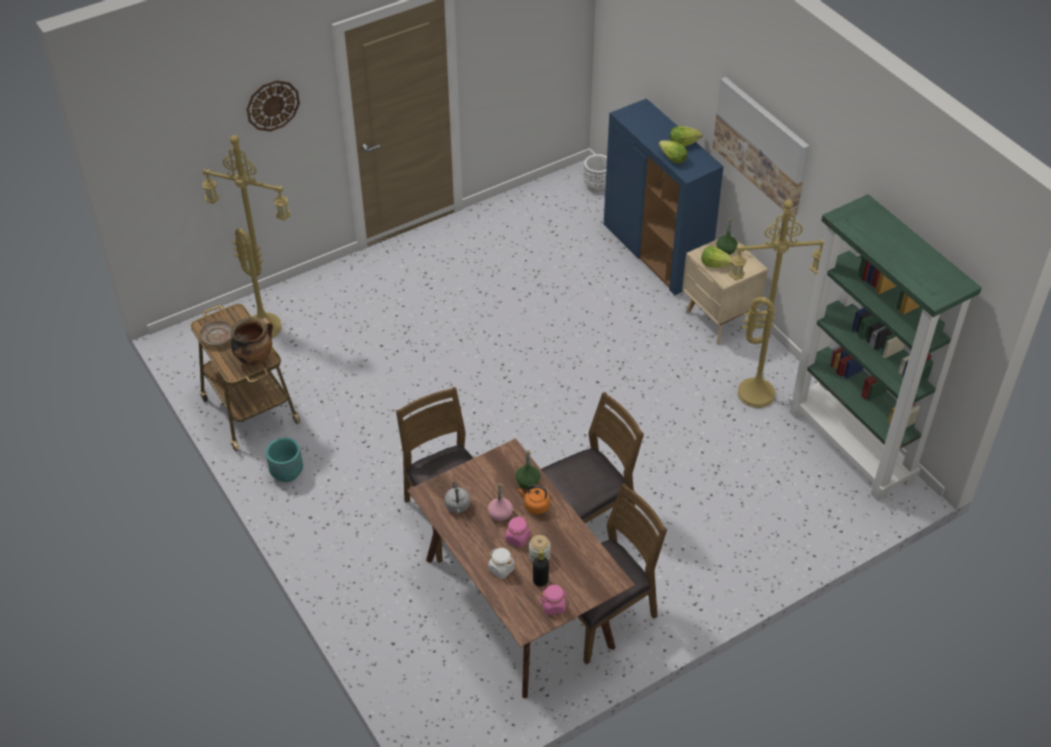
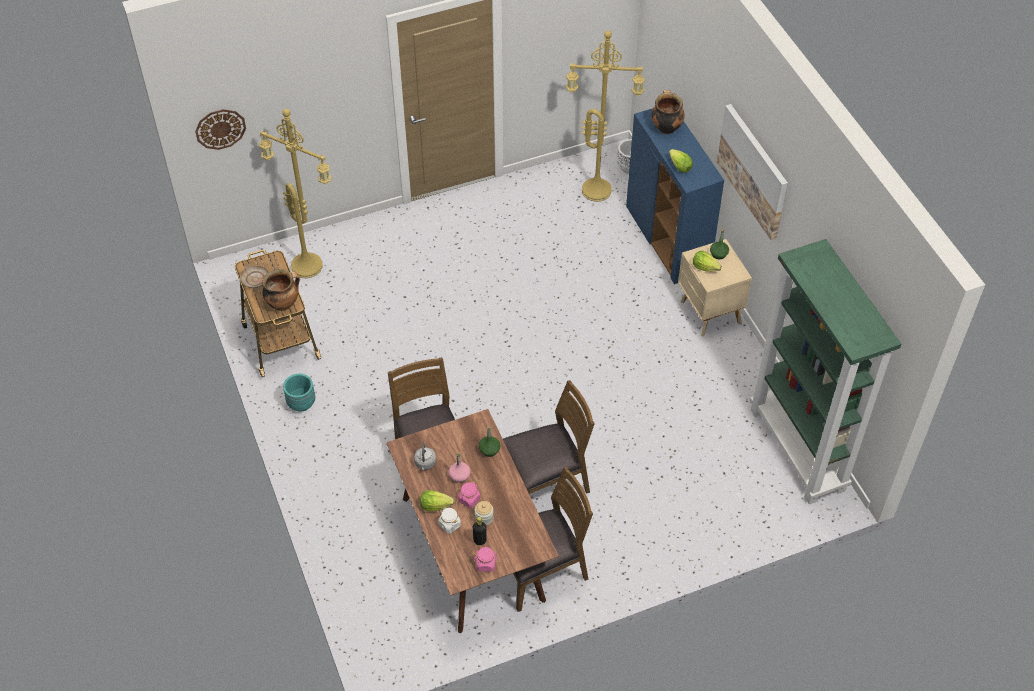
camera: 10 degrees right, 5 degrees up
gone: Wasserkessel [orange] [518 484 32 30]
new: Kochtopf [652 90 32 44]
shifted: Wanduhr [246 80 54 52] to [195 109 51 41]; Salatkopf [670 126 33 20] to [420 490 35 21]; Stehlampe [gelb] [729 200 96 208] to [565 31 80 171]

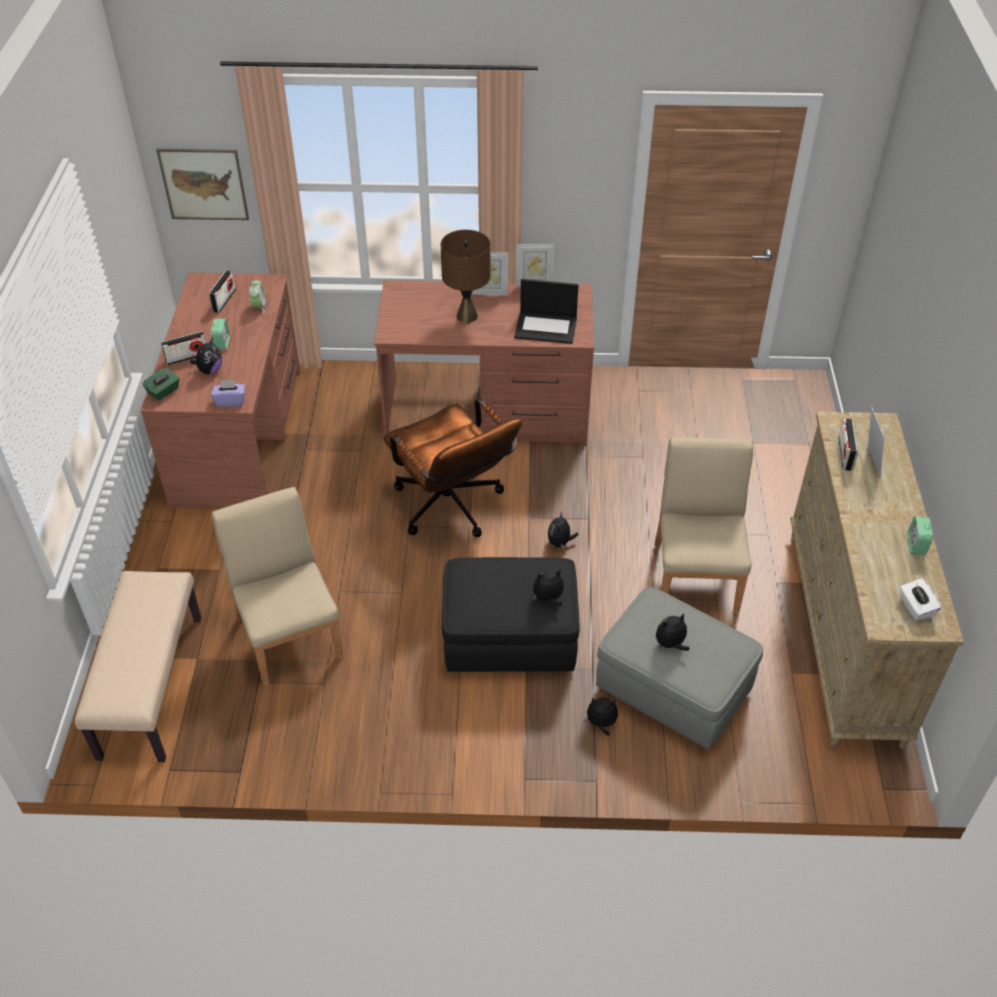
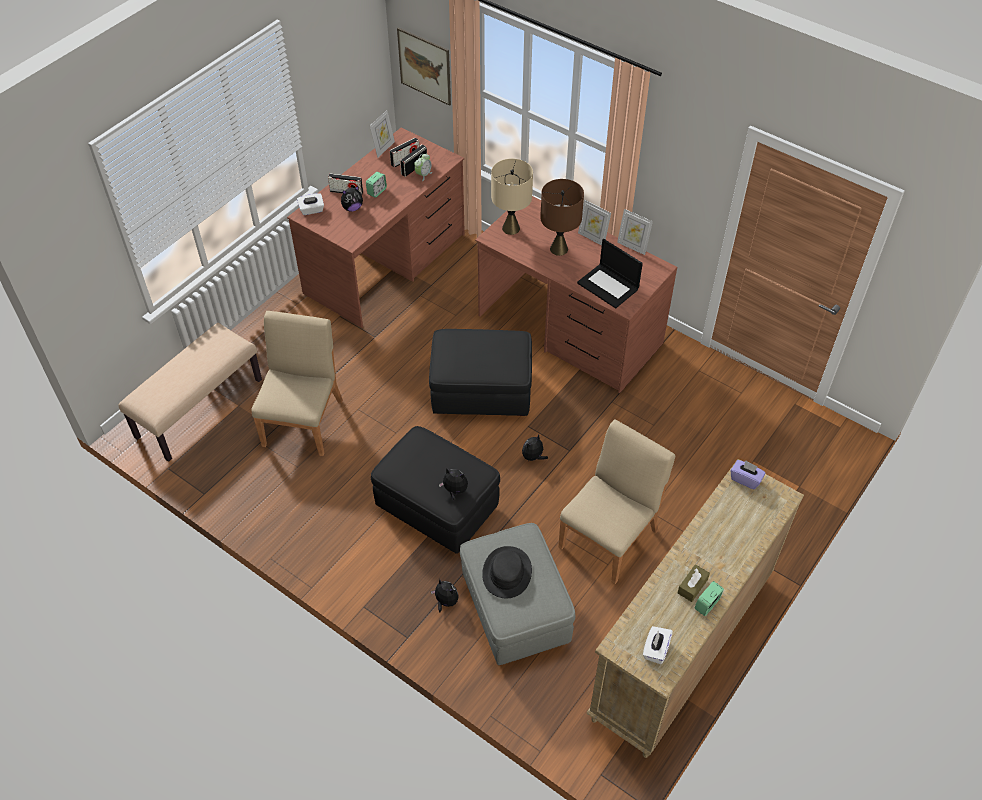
camera: 35 degrees right, 5 degrees up
new: Tischlampe [beige] [491 159 42 76]; Taschentuchbox [braun] [677 564 33 38]
shifted: Bilderrahmen [868 407 16 70] to [370 110 25 47]; Radio [838 418 20 53] to [400 144 27 33]; Taschentuchbox [lila] [211 380 34 27] to [730 460 36 30]
swapped: Bürostuhl [braun] [383 398 139 139] to Polsterhocker [schwarz] [429 329 103 87]; Plüschtier [656 613 34 38] to Hut [schwarz] [482 546 50 52]
repainted: Taschentuchbox [grün] [142 368 38 33] to Taschentuchbox [weiß] [297 193 27 22]

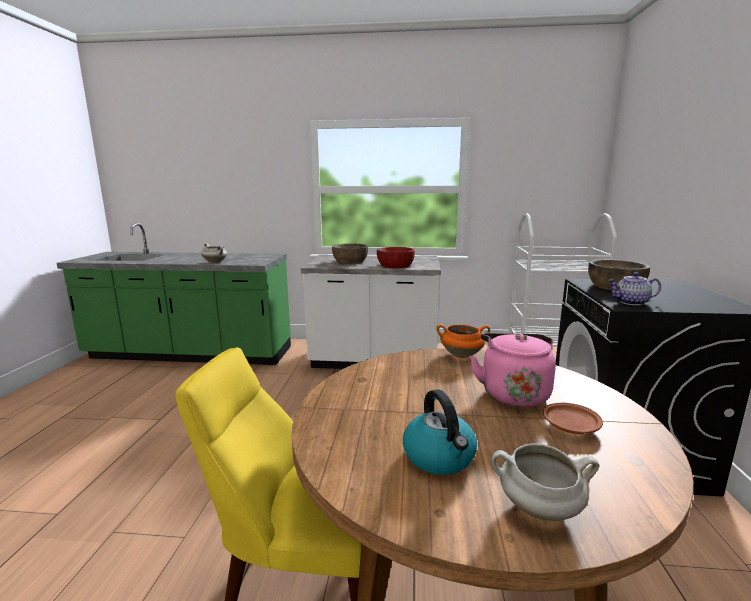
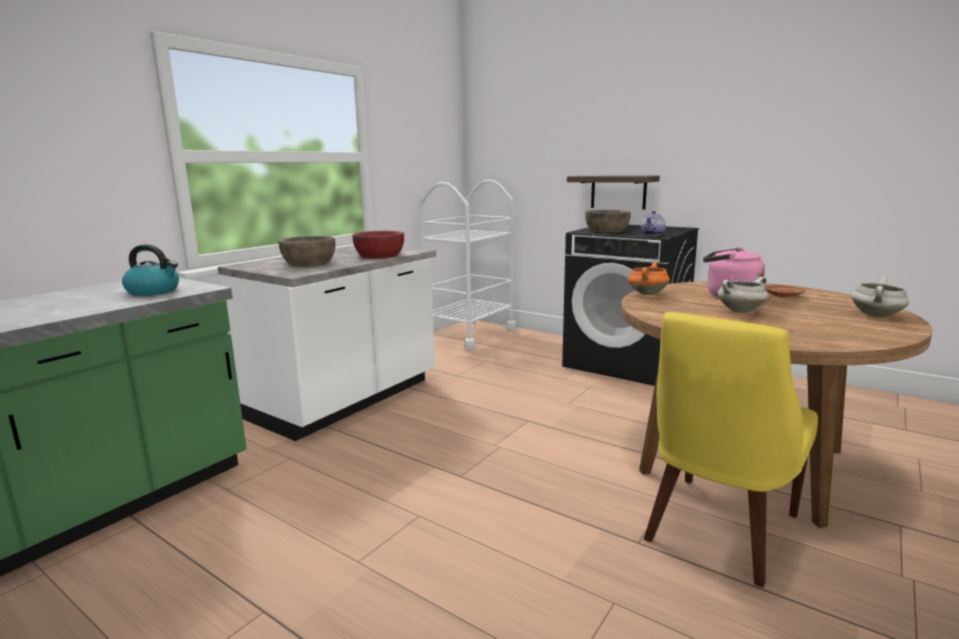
camera: 60 degrees left, 0 degrees up
new: Wandregal [567 176 93 33]
shifted: Wasserkessel [403 390 74 85] to [122 244 57 52]; Kochtopf [weiß] [201 243 26 20] to [718 277 50 36]

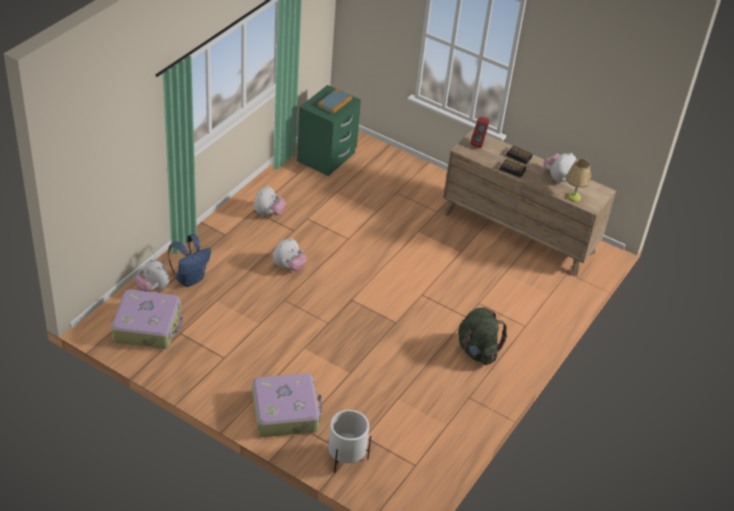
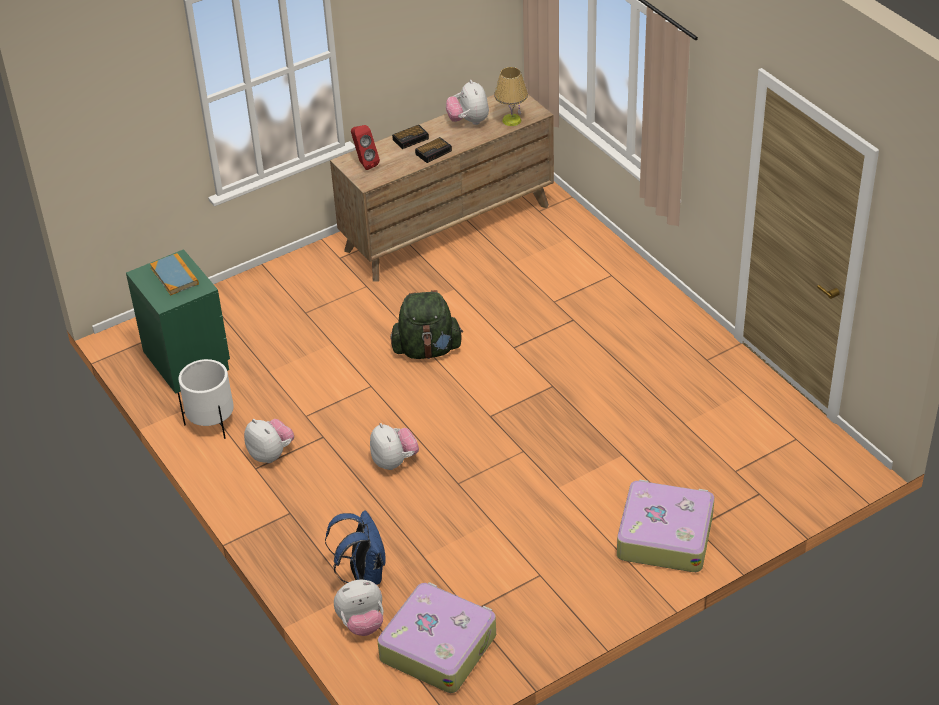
camera: 60 degrees left, 0 degrees up
shifted: Pflanzkübel [weiß] [328 410 43 62] to [178 359 56 80]; Rucksack [grün] [458 307 50 58] to [390 290 73 69]

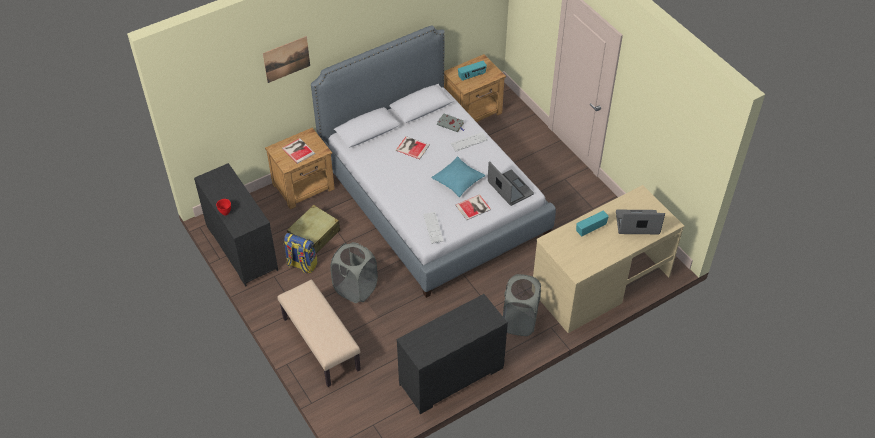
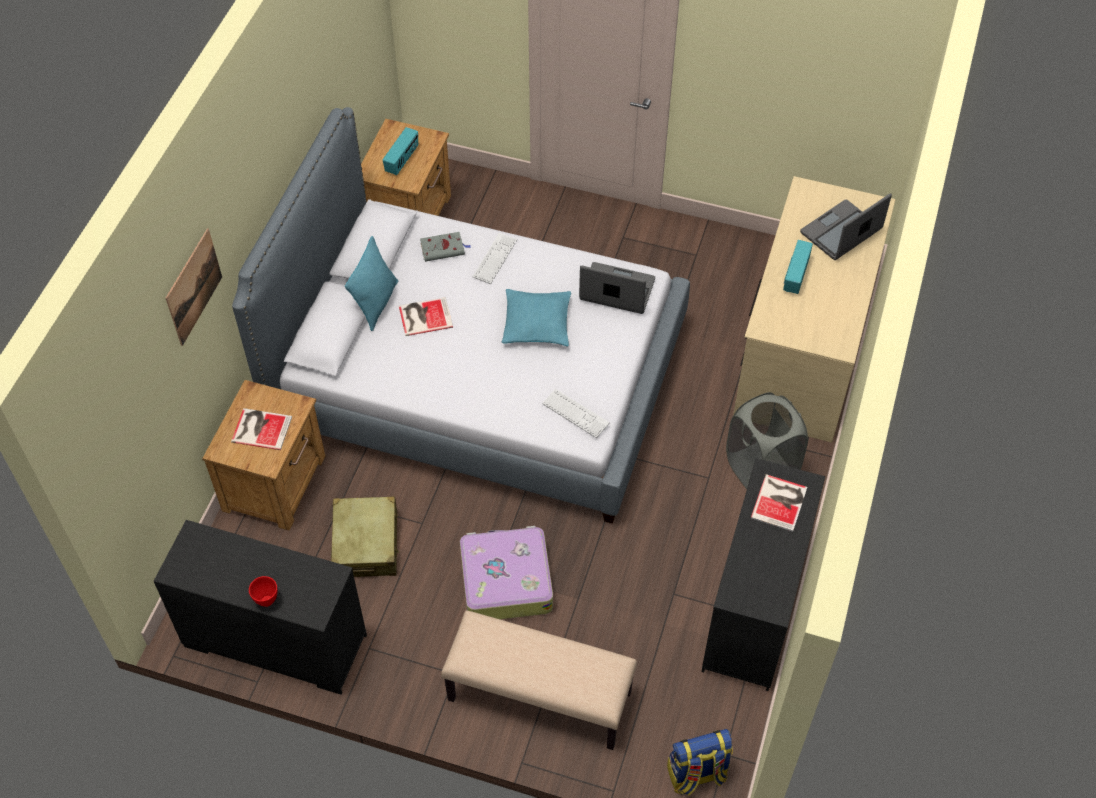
camera: 40 degrees left, 5 degrees up
new: Kissen [türkis] [345 236 53 95]
shifted: Rucksack [284 233 34 40] to [667 729 66 67]; Buch [455 194 36 26] to [751 474 56 58]
swapped: Wäschekorb [grau] [330 242 48 61] to Koffer [460 526 93 93]

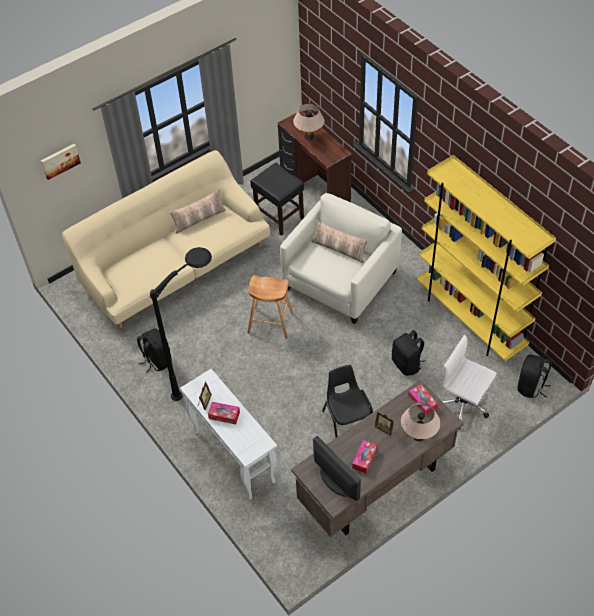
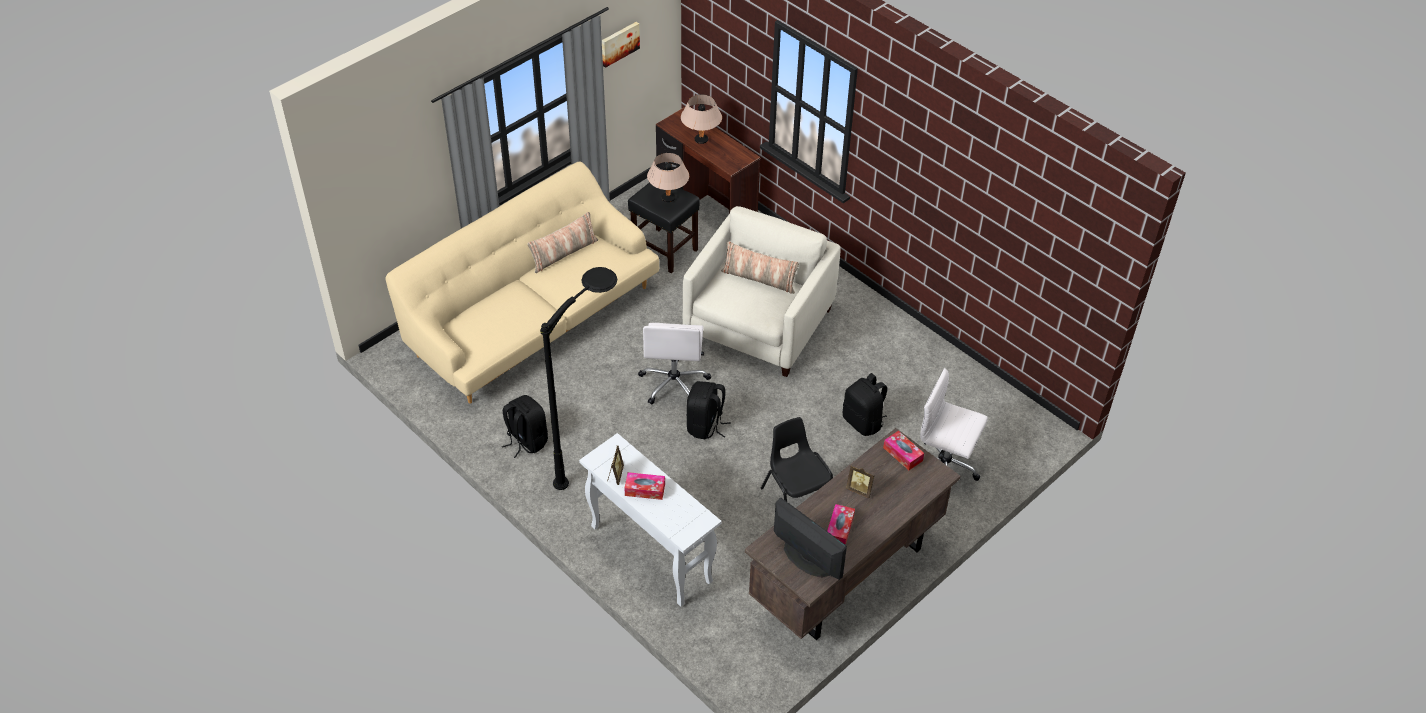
camera: 10 degrees left, 5 degrees down
gone: Bücherregal [gelb] [416 155 140 206]
shifted: Bild [41 144 40 36] to [602 22 38 46]; Tischlampe [beige] [401 402 39 39] to [647 153 42 49]; Rucksack [schwarz] [518 354 34 44] to [686 381 45 58]
swapped: Hocker [braun] [248 275 46 64] to Bürostuhl [weiß] [638 323 73 82]

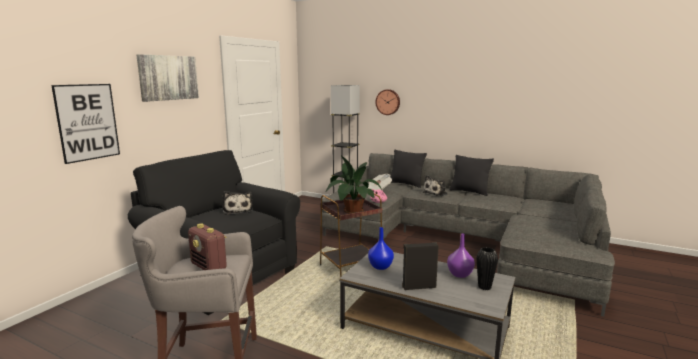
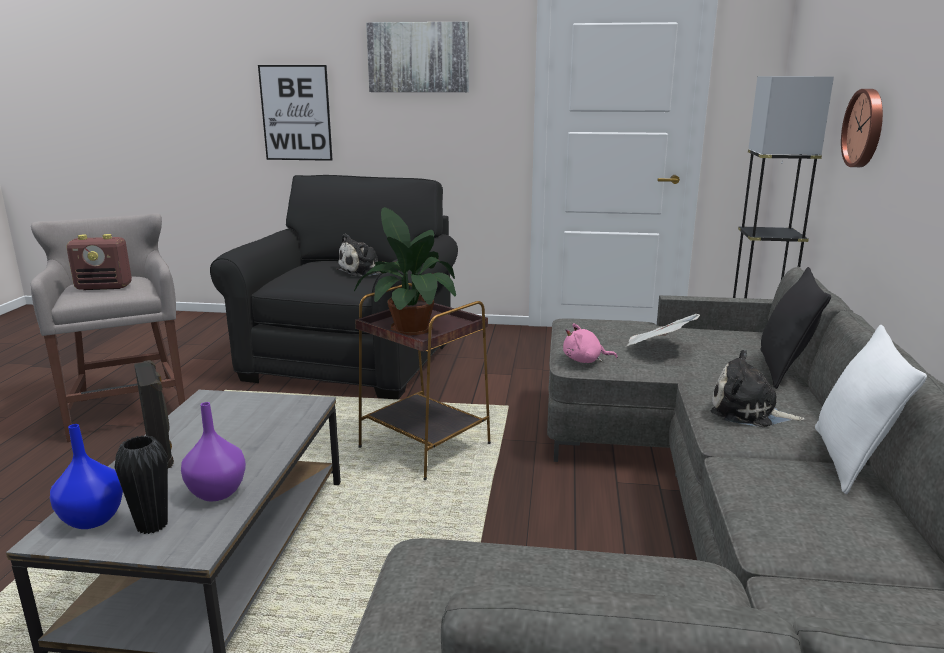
camera: 70 degrees right, 5 degrees up
shifted: Vase [blau] [368 227 26 43] to [50 424 73 105]
repainted: Kissen [schwarz] [449 155 45 41] to Kissen [weiß] [815 325 112 169]
rotated: Radio [188 223 39 47] = [67 234 65 56] 120 degrees counterclockwise

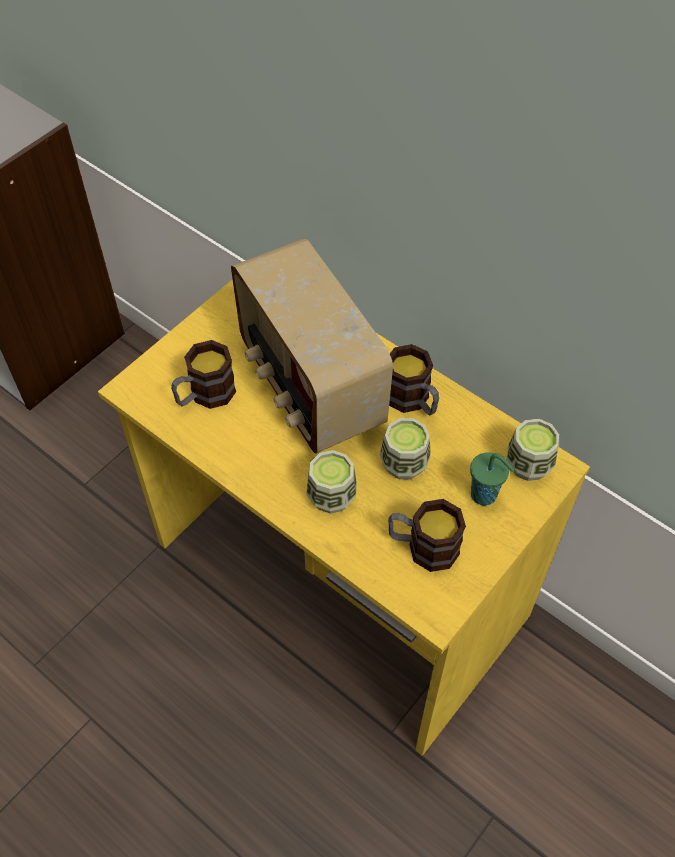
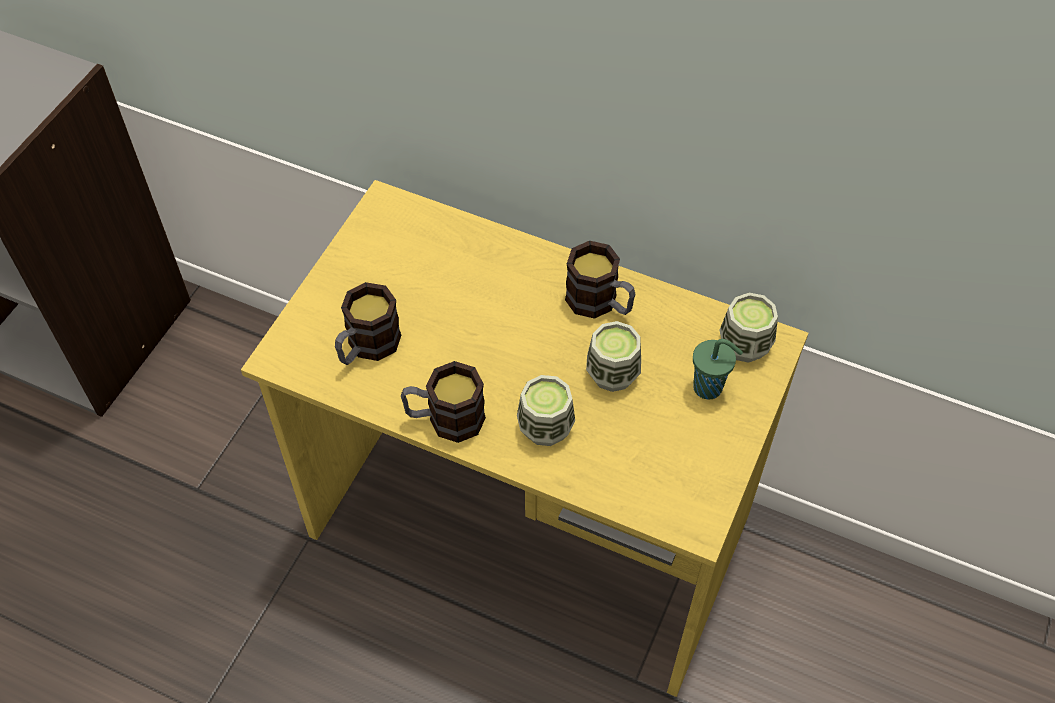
camera: 15 degrees left, 0 degrees up
gone: Radio [231 238 162 216]
shifted: Henkelbecher [388 499 78 73] to [401 361 85 82]

